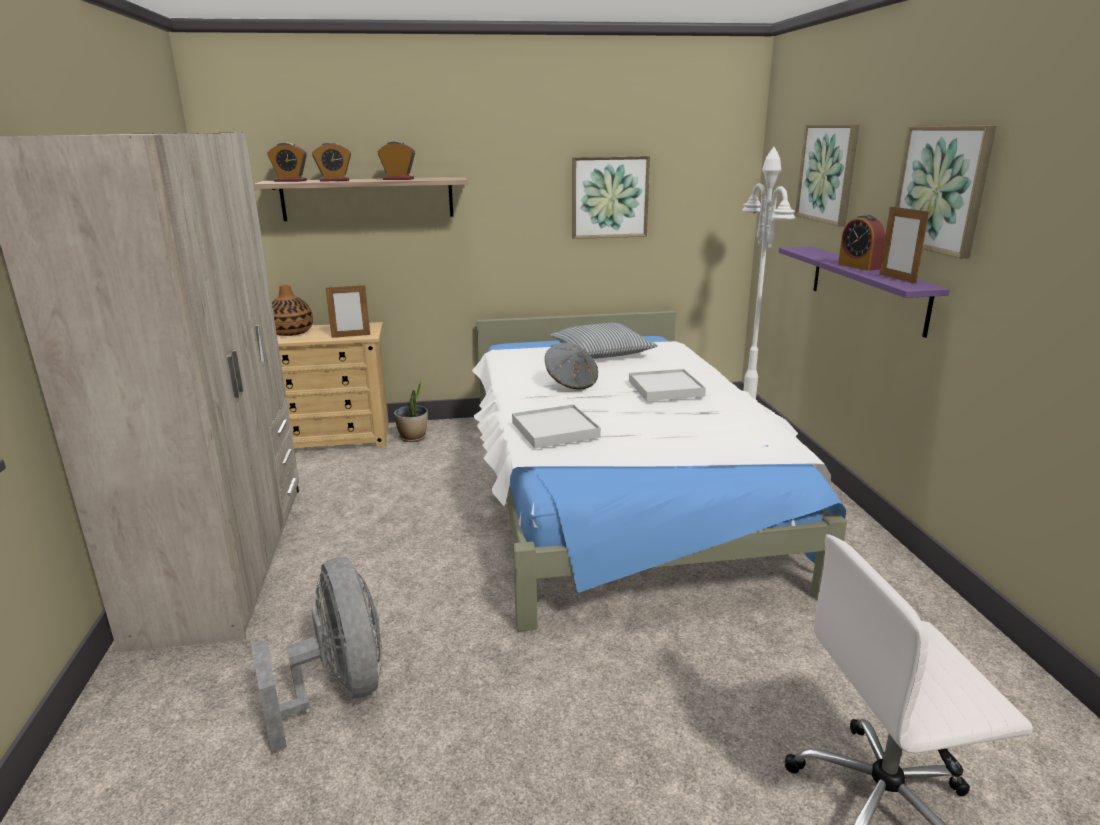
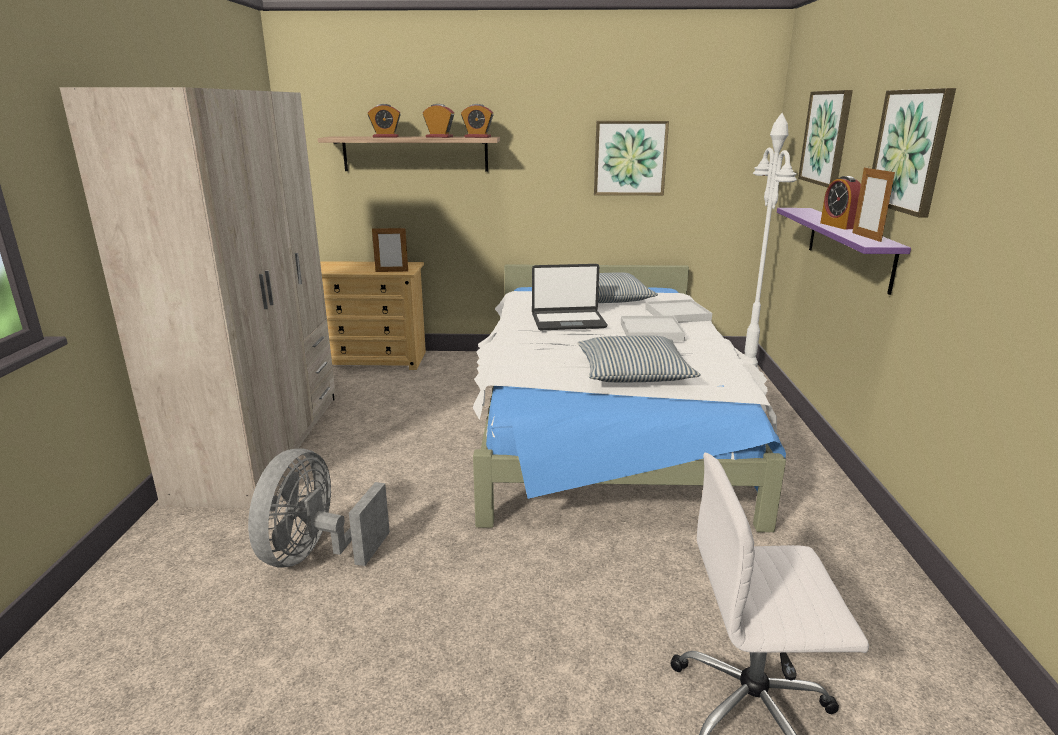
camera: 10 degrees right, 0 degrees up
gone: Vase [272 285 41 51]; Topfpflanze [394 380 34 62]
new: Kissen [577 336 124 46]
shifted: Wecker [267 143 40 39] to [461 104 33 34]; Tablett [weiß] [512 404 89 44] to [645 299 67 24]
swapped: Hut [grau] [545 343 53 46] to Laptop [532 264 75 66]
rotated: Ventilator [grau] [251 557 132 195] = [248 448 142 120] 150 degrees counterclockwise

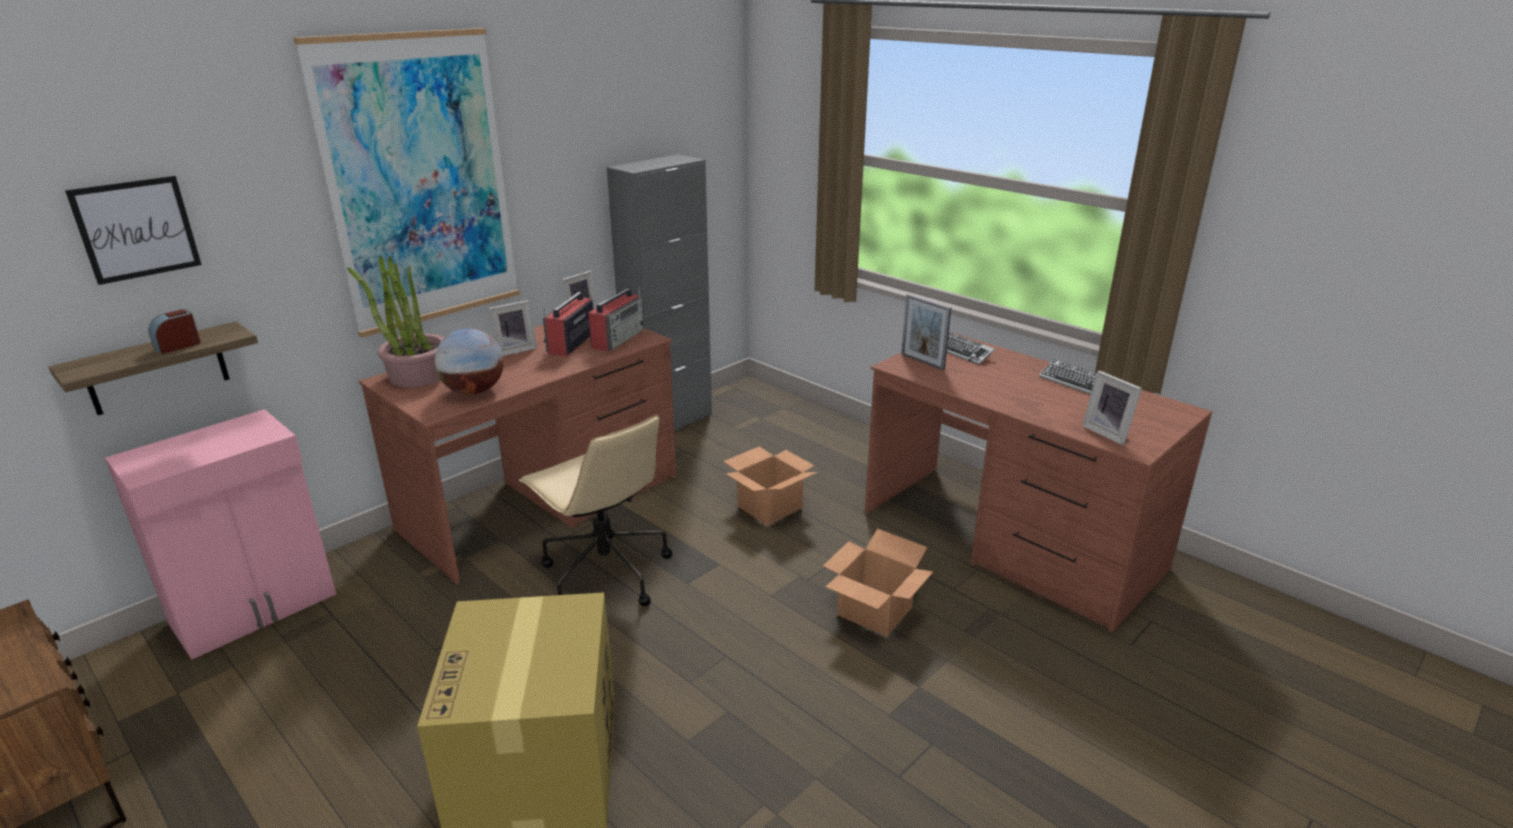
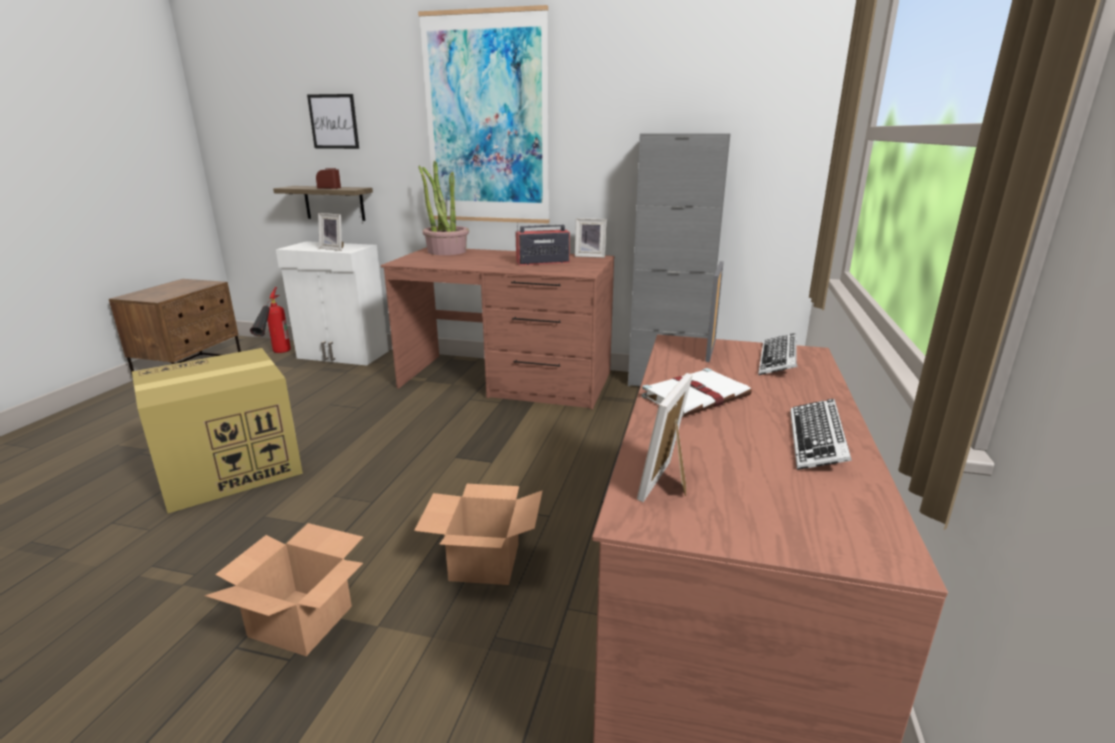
camera: 60 degrees right, 5 degrees down
gone: Globus [434 328 70 67]; Bürostuhl [beige] [519 415 153 191]; Radio [588 287 57 65]
new: Feuerlöscher [250 287 41 66]; Buch [weiß] [641 368 111 49]
shifted: Karton [724 446 94 80] to [205 523 158 133]; Bilderrahmen [489 300 48 56] to [318 213 26 38]
repainted: Schrank [rosa] [105 409 231 251] to Schrank [weiß] [276 241 113 125]

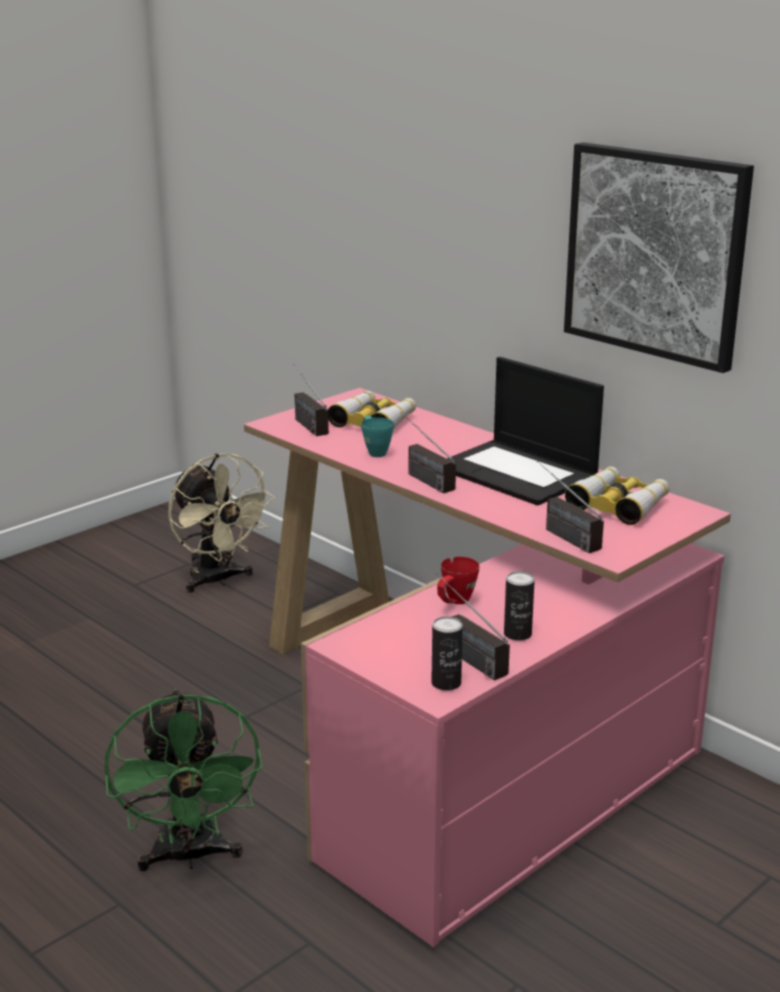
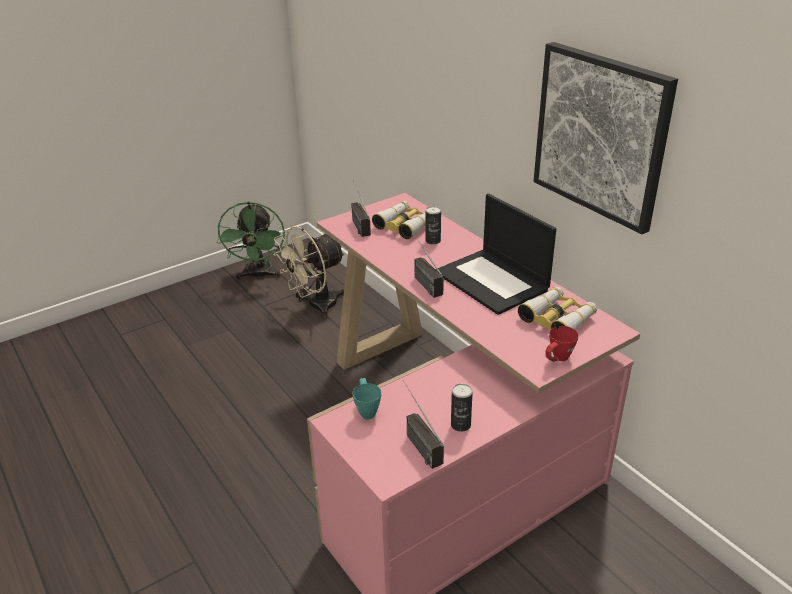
camera: 10 degrees right, 10 degrees up
gone: Radio [537 461 67 92]
shifted: Ventilator [grün] [105 689 158 182] to [217 201 68 79]; Henkelbecher [türkis] [361 416 33 41] to [353 378 28 42]; Dose [431 616 32 75] to [425 206 16 38]; Henkelbecher [rot] [437 557 42 47] to [545 326 34 36]
rotated: Ventilator [beige] [168 453 107 140] = [273 226 72 92] 75 degrees clockwise

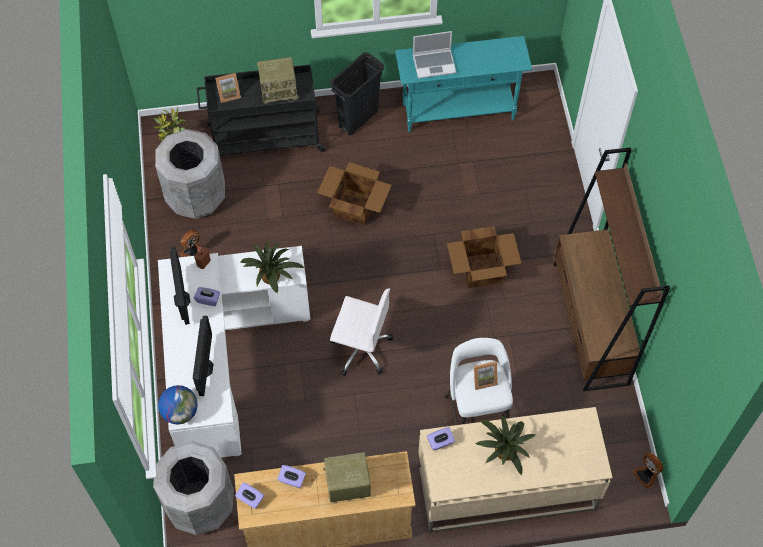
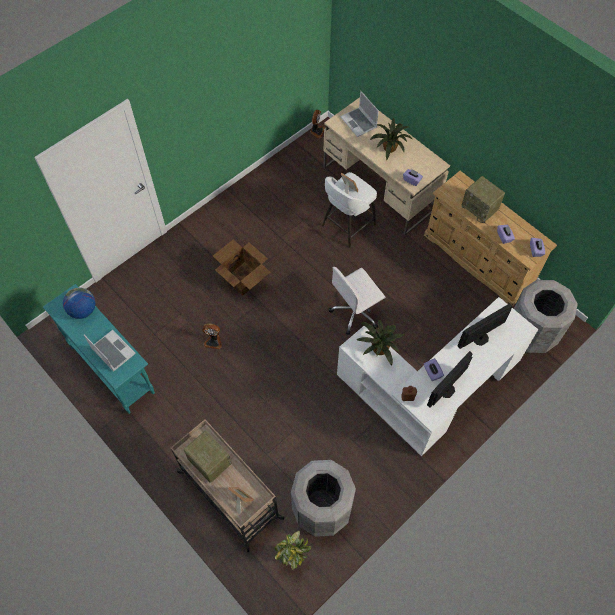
camera: 125 degrees left, 0 degrees up
gone: Karton [317 162 75 64]; Mülleimer [schwarz] [330 52 54 83]; Bücherregal [braun] [554 147 116 244]
new: Laptop [340 91 39 46]
shifted: Globus [158 385 40 39] to [63 288 33 31]; Ventilator [180 230 20 27] to [202 323 20 26]
repainted: Rollwagen [schwarz] [197 65 129 91] to Rollwagen [beige] [171 419 113 133]
rotated: Bürostuhl [weiß] [330 288 63 88] = [329 267 56 68] 105 degrees counterclockwise

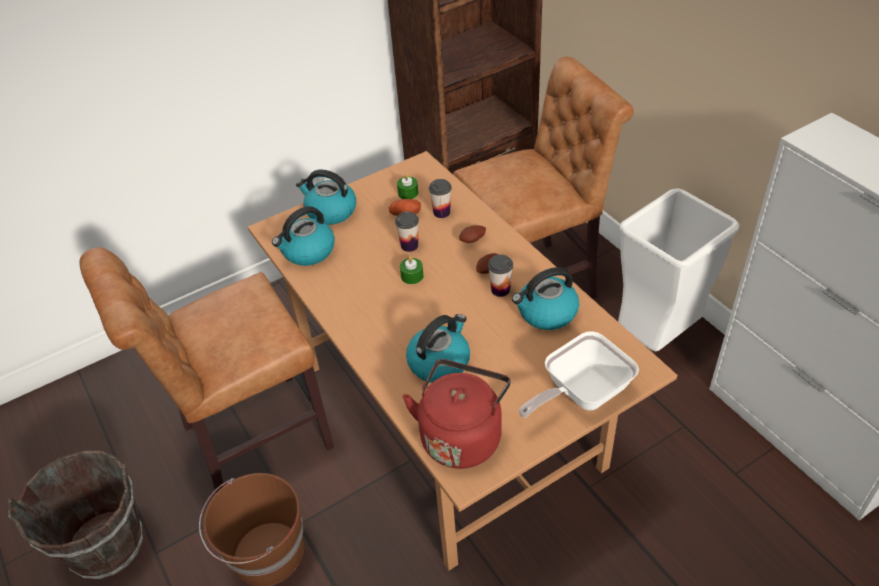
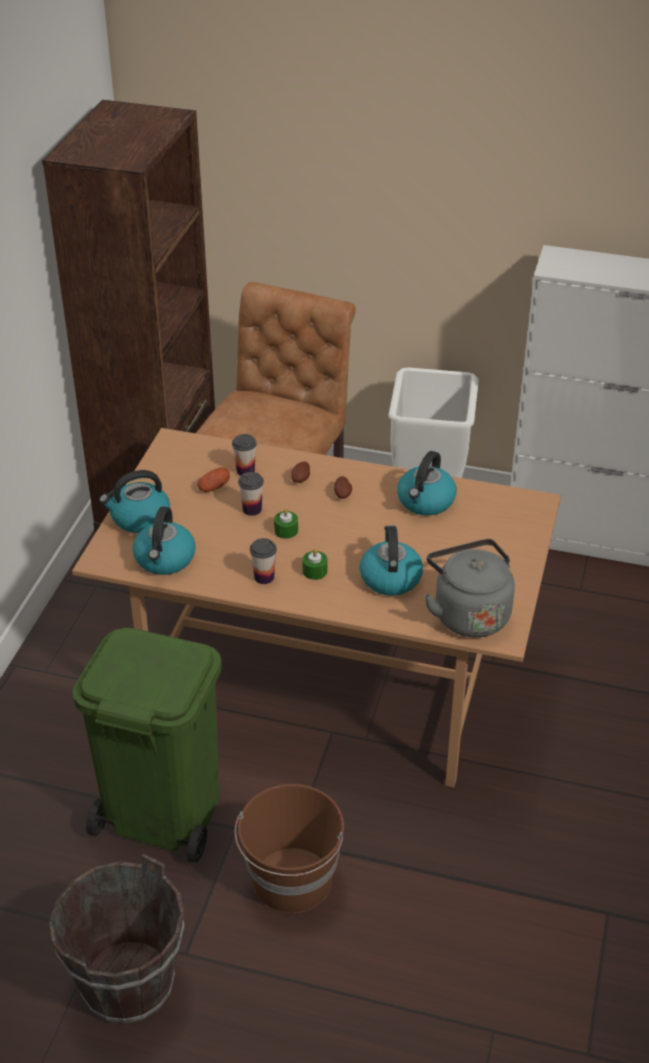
camera: 45 degrees left, 5 degrees down
gone: Pfanne [519 331 120 87]
shifted: Tasse [488 255 25 42] to [250 538 27 46]; Kerze [grün] [397 174 21 25] to [303 549 24 31]
swapped: Stuhl [braun] [79 247 255 247] to Mülleimer [grün] [72 628 150 235]
repainted: Wasserkessel [rot] [403 359 108 110] to Wasserkessel [grau] [424 539 91 98]

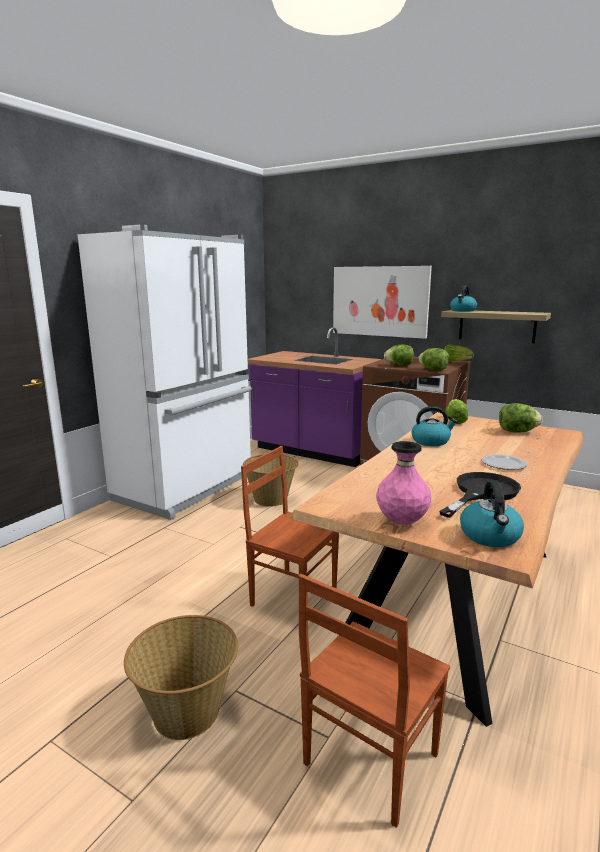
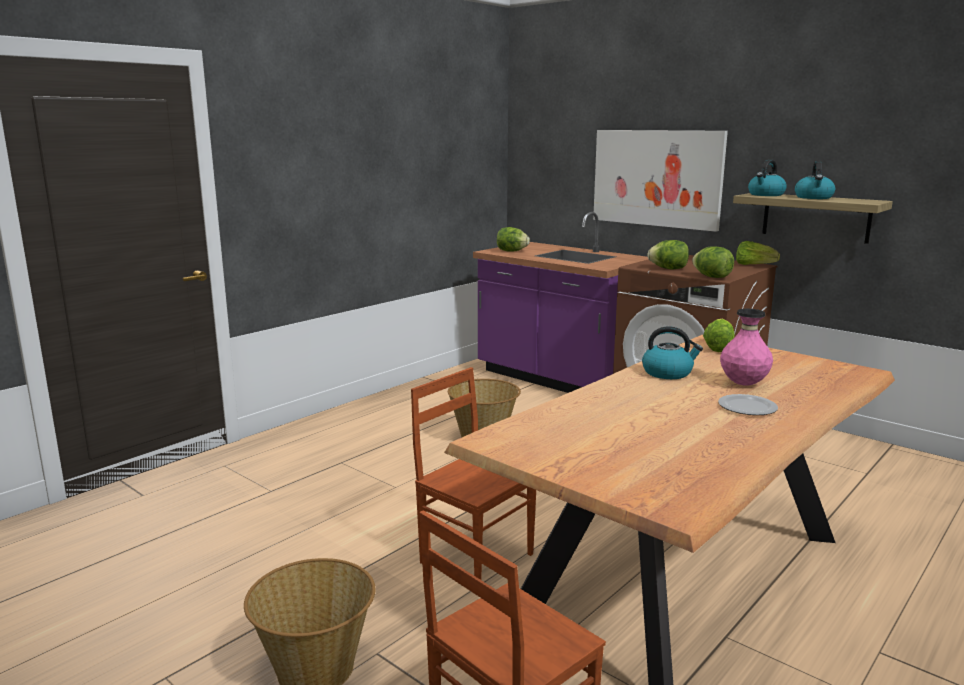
camera: 10 degrees right, 0 degrees up
gone: Kühlschrank [weiß] [77 224 175 296]; Pfanne [schwarz] [439 472 82 46]
shifted: Salatkopf [499 403 43 30] to [497 227 33 25]; Vase [rosa] [376 441 55 84] to [720 309 53 77]; Wasserkessel [460 481 64 66] to [795 161 40 38]

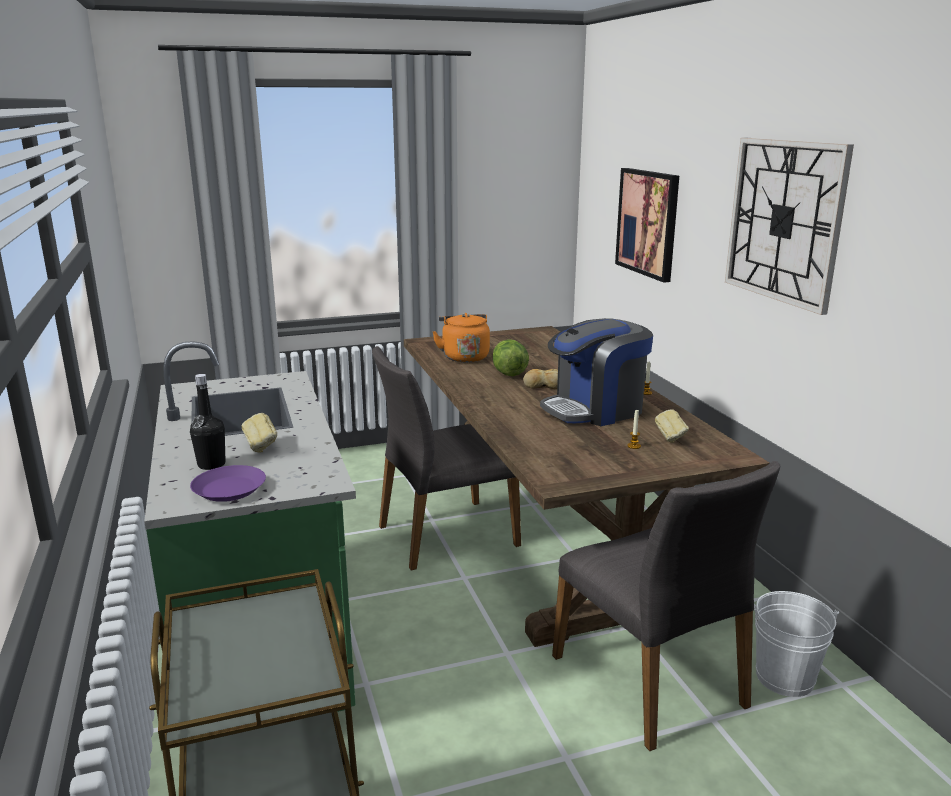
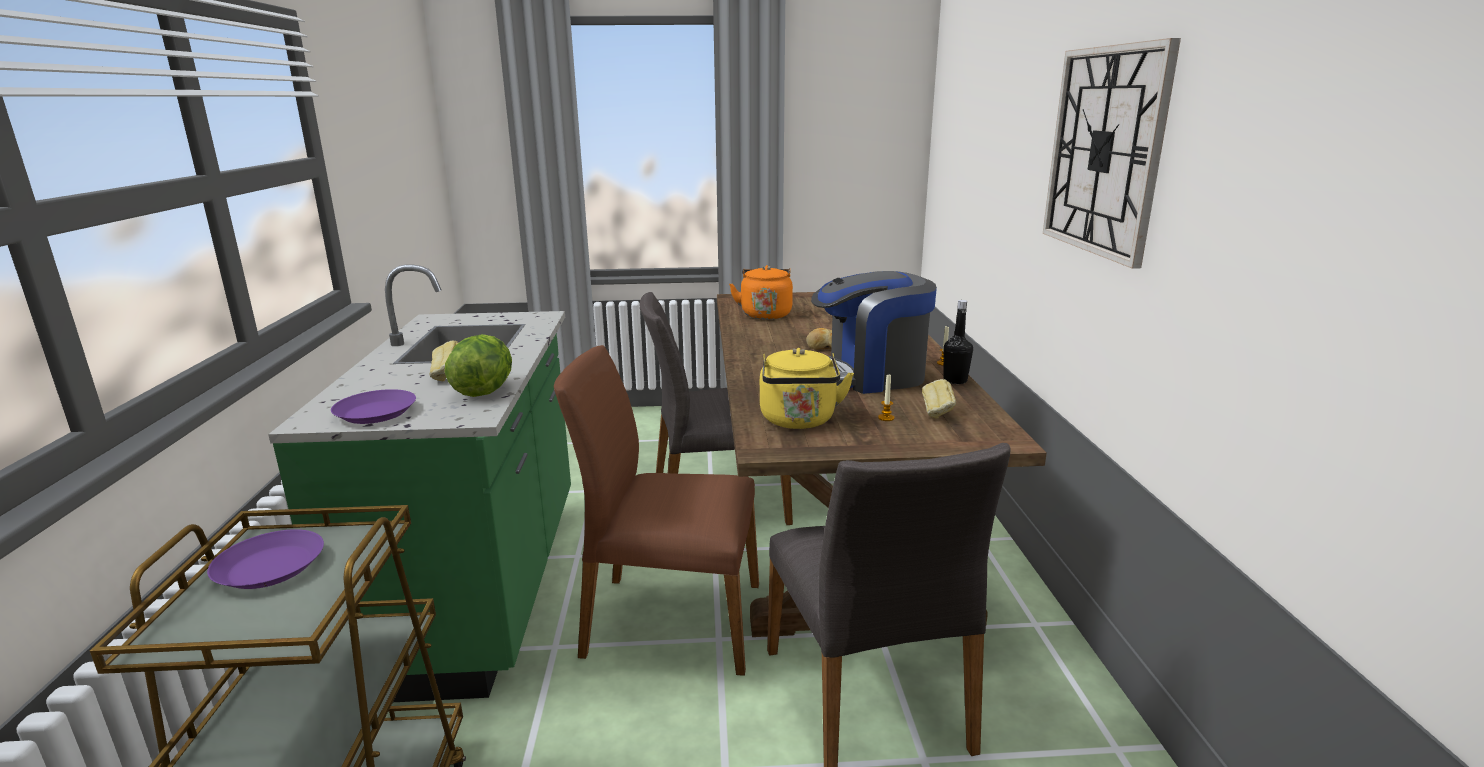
camera: 15 degrees right, 0 degrees up
gone: Bild [615 168 64 115]; Eimer [weiß] [754 591 85 106]
new: Teller [lila] [207 529 117 60]; Stuhl [braun] [554 345 205 331]; Wasserkessel [gelb] [760 348 94 81]
shifted: Salatkopf [493 339 36 37] to [445 334 67 63]; Flasche [schwarz] [190 374 35 96] to [943 300 30 84]

